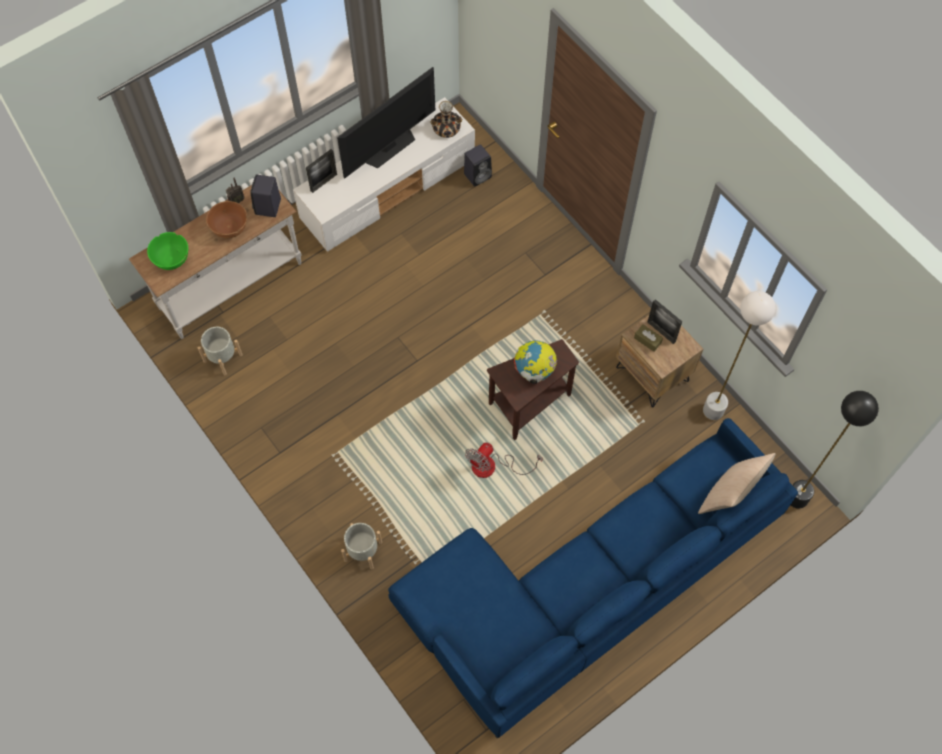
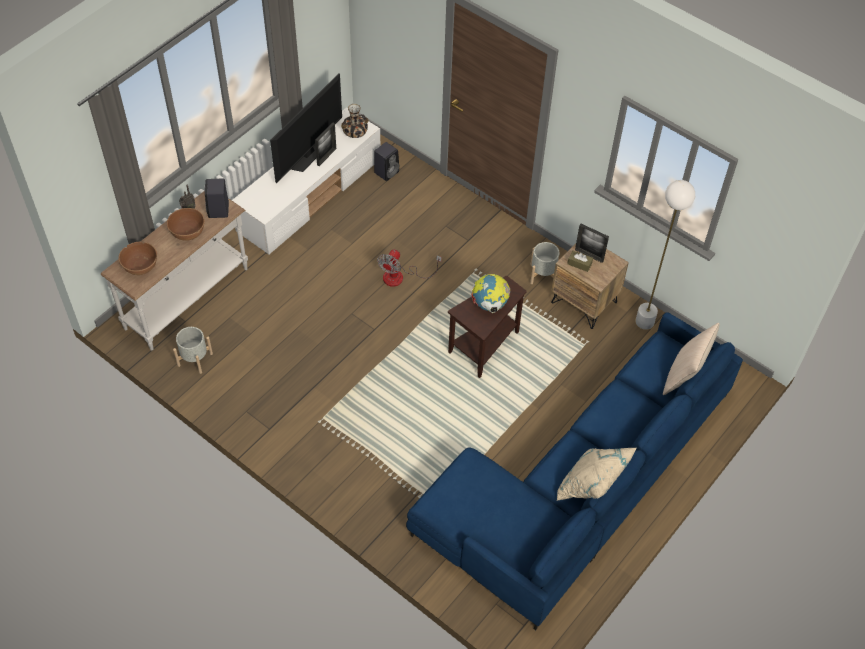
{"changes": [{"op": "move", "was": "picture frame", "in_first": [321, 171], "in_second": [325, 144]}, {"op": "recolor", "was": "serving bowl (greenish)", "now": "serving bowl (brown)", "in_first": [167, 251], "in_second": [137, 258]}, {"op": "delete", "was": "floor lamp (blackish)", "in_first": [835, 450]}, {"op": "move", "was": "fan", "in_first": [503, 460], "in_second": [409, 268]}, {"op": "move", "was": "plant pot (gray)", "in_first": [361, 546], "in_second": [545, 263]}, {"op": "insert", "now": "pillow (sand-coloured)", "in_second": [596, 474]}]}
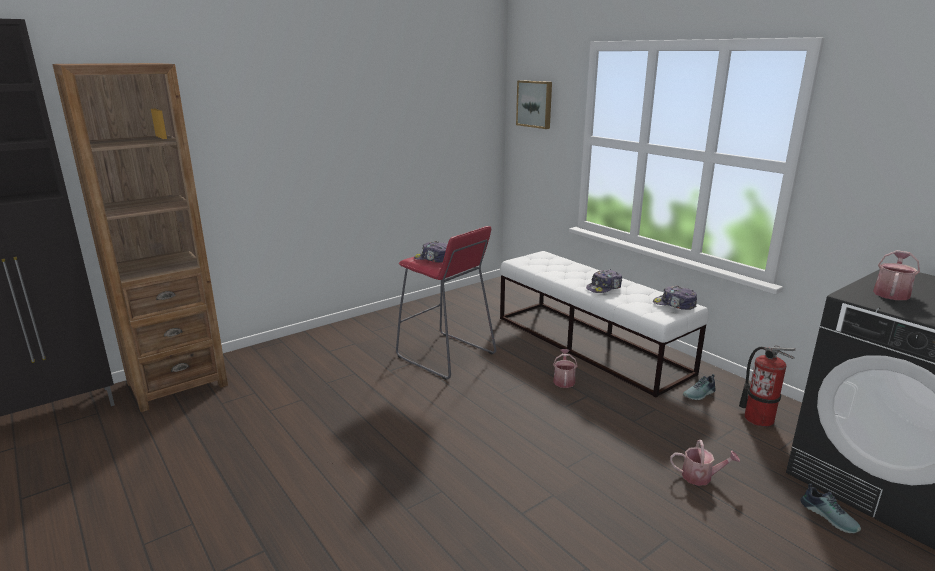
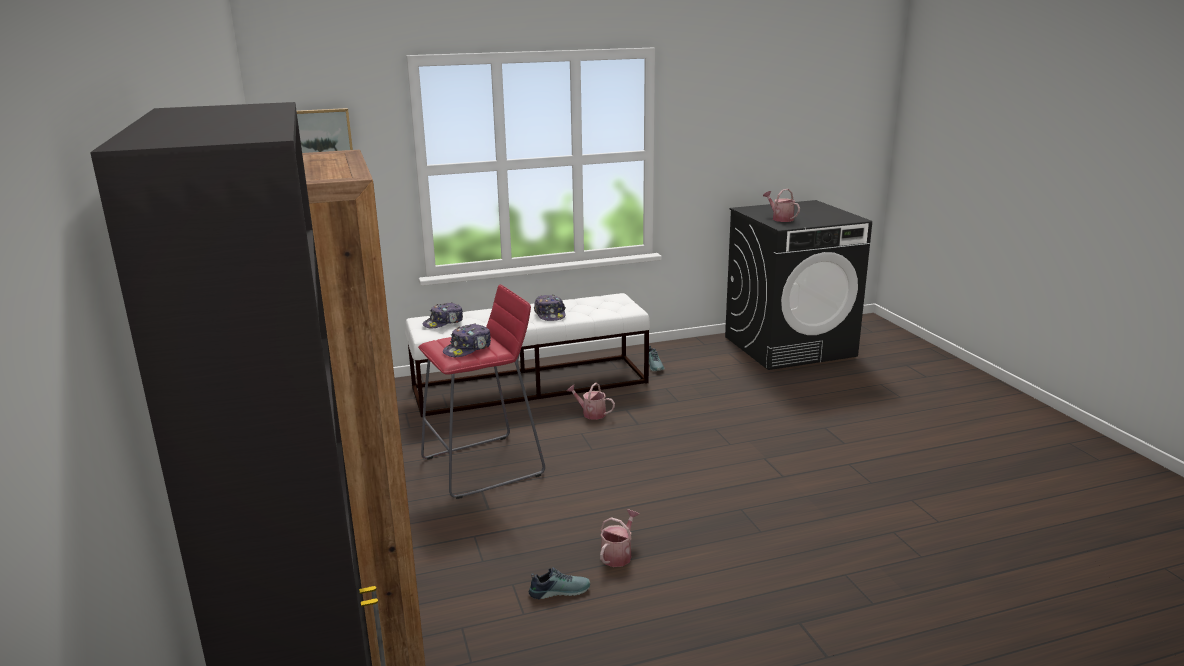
{"changes": [{"op": "move", "was": "cap", "in_first": [675, 298], "in_second": [443, 315]}, {"op": "delete", "was": "fire extinguisher", "in_first": [767, 386]}, {"op": "move", "was": "watering pot", "in_first": [705, 463], "in_second": [619, 538]}, {"op": "move", "was": "shoe", "in_first": [830, 508], "in_second": [559, 583]}]}
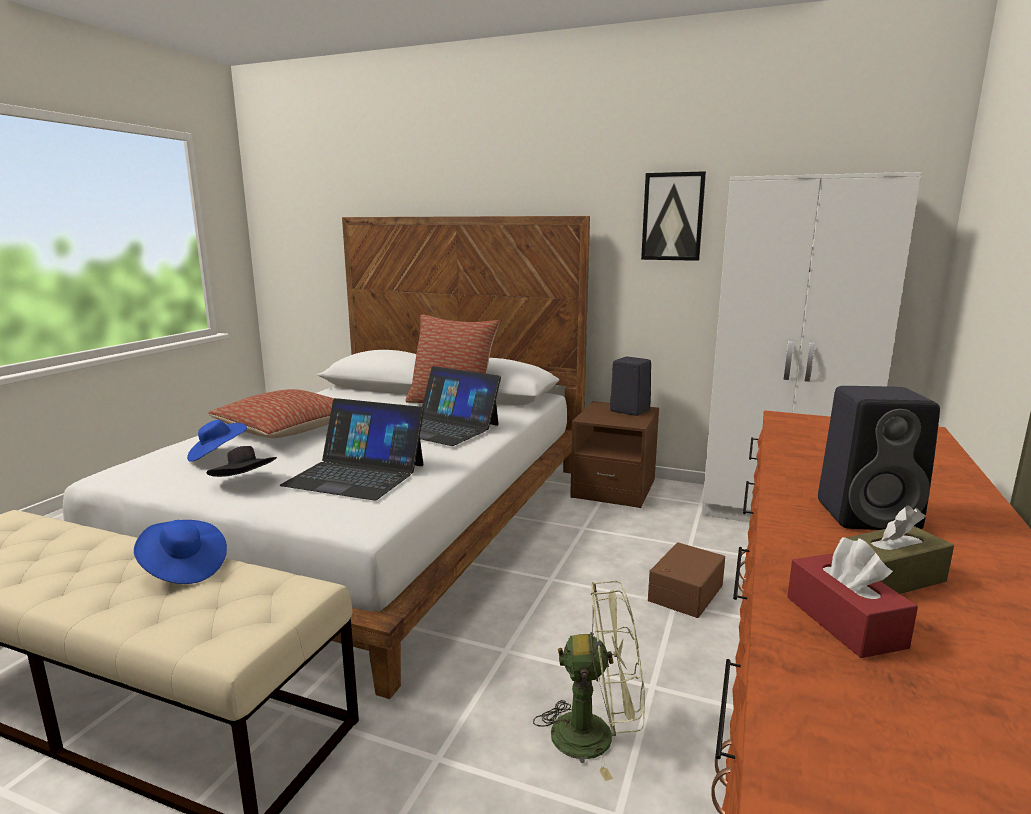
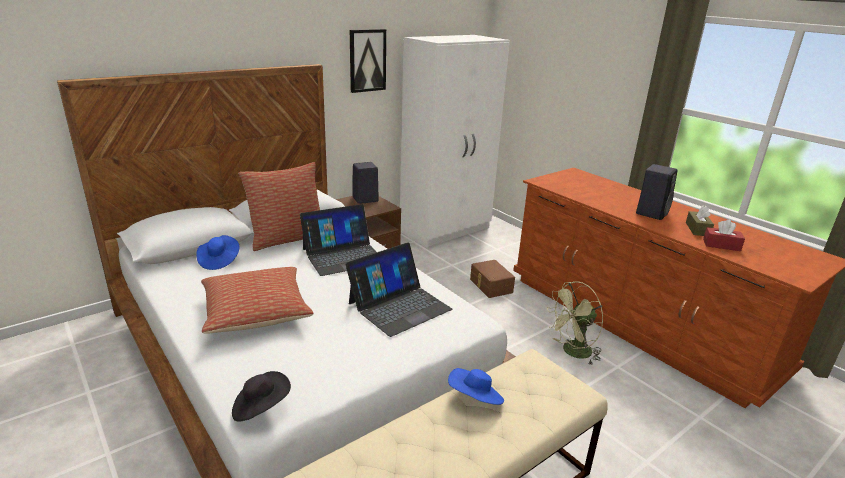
{"changes": [{"op": "move", "was": "hat (bluish)", "in_first": [217, 441], "in_second": [217, 252]}, {"op": "move", "was": "hat (blackish)", "in_first": [241, 461], "in_second": [261, 396]}, {"op": "rotate", "was": "fan (greenish)", "in_first": [589, 681], "in_second": [575, 323], "clockwise": -150}]}
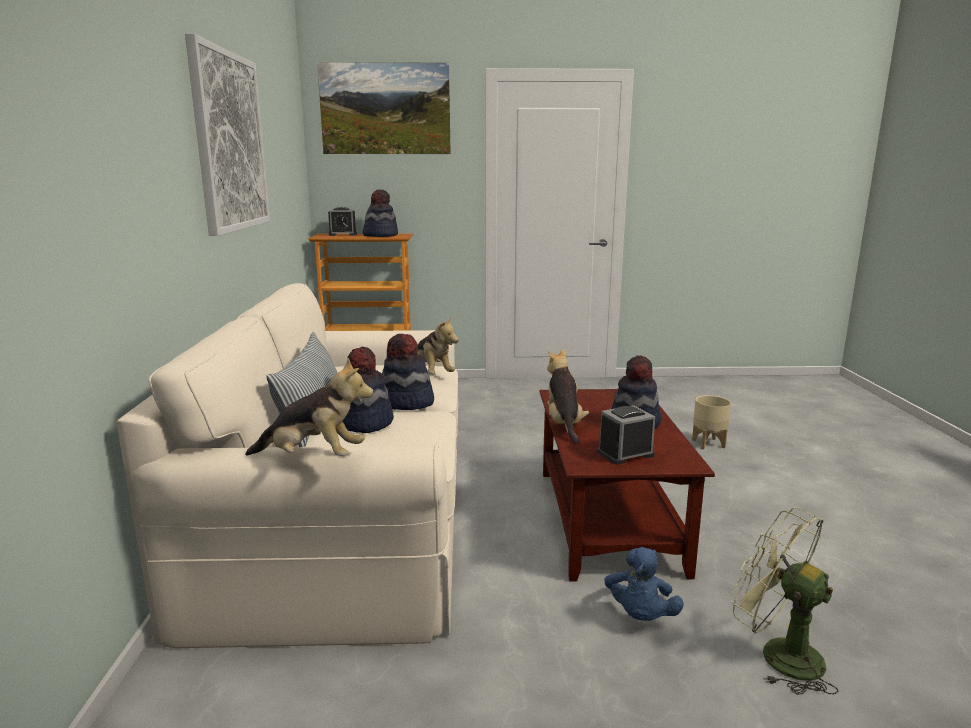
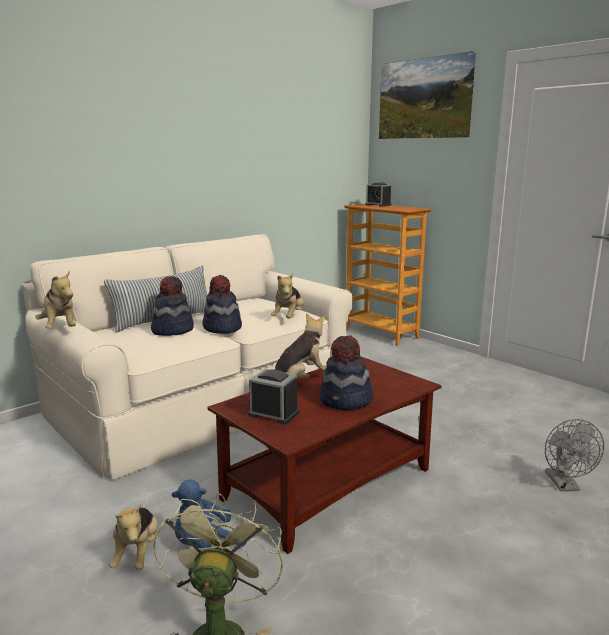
{"changes": [{"op": "delete", "was": "picture", "in_first": [227, 135]}, {"op": "delete", "was": "hat", "in_first": [380, 213]}, {"op": "replace", "was": "plant pot (sand-coloured)", "now": "fan (gray)", "in_first": [711, 422], "in_second": [574, 455]}, {"op": "insert", "now": "soft toy", "in_second": [133, 536]}]}
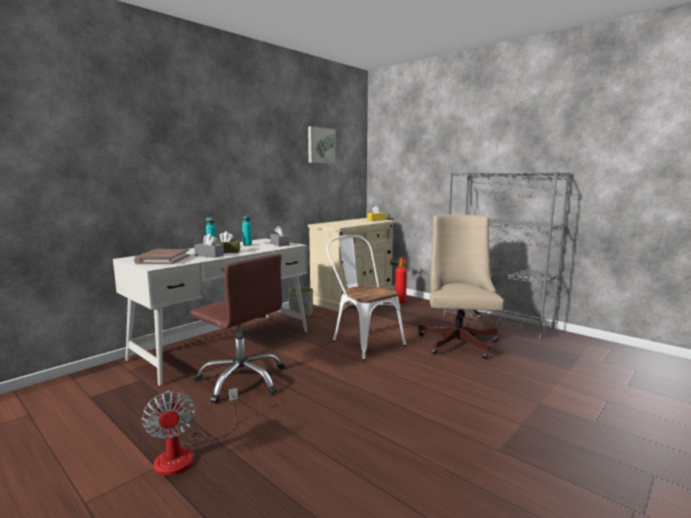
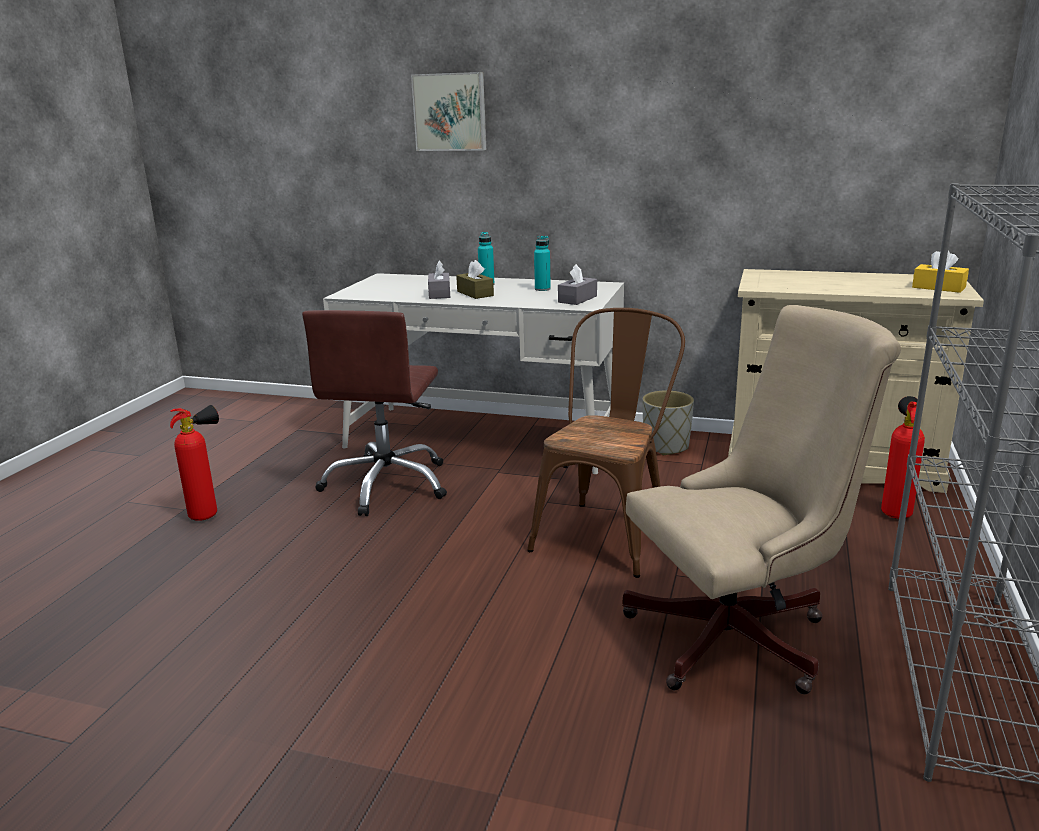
{"changes": [{"op": "move", "was": "picture", "in_first": [322, 144], "in_second": [448, 111]}, {"op": "recolor", "was": "chair (white-coloured)", "now": "chair (brown)", "in_first": [367, 298], "in_second": [606, 443]}, {"op": "delete", "was": "book (brown)", "in_first": [162, 256]}, {"op": "replace", "was": "fan", "now": "fire extinguisher", "in_first": [189, 432], "in_second": [194, 463]}]}
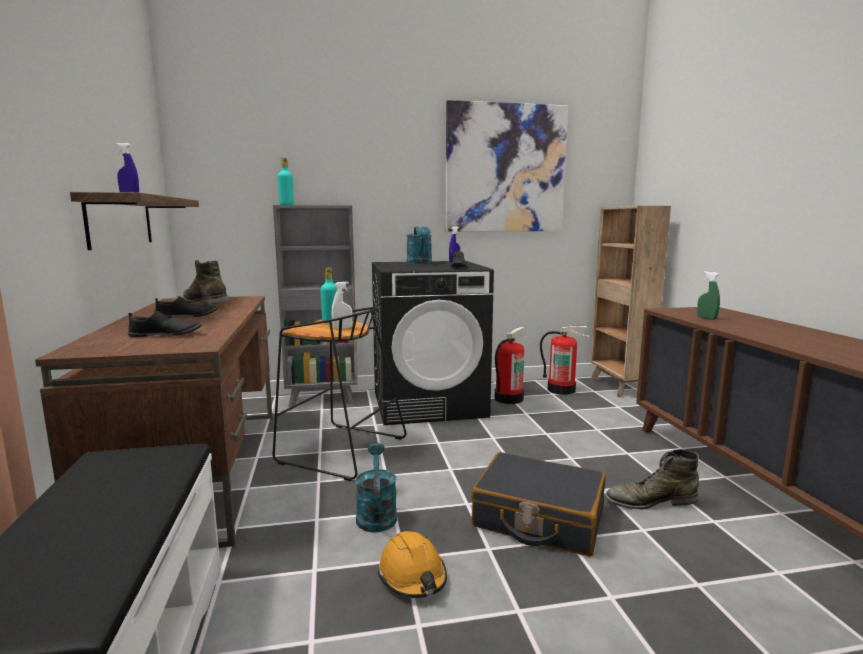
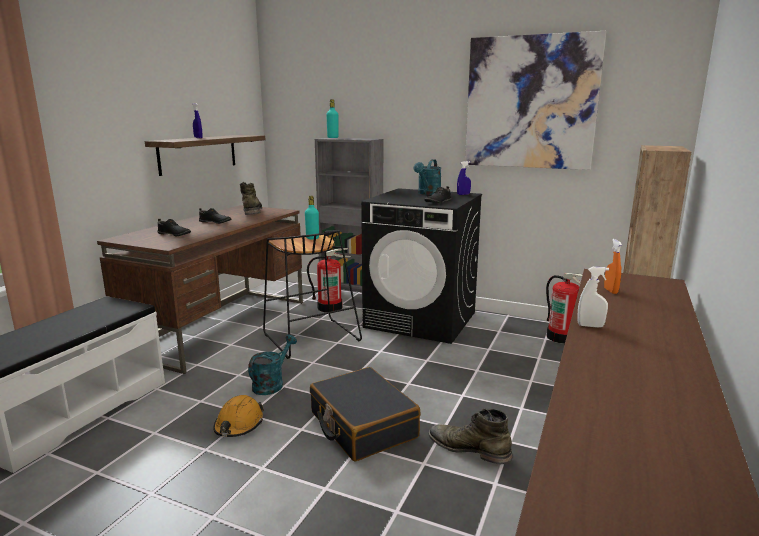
{"changes": [{"op": "recolor", "was": "spray bottle (greenish)", "now": "spray bottle (orangey)", "in_first": [708, 295], "in_second": [613, 266]}, {"op": "move", "was": "spray bottle (white-coloured)", "in_first": [342, 305], "in_second": [593, 297]}, {"op": "move", "was": "fire extinguisher", "in_first": [511, 365], "in_second": [329, 280]}]}
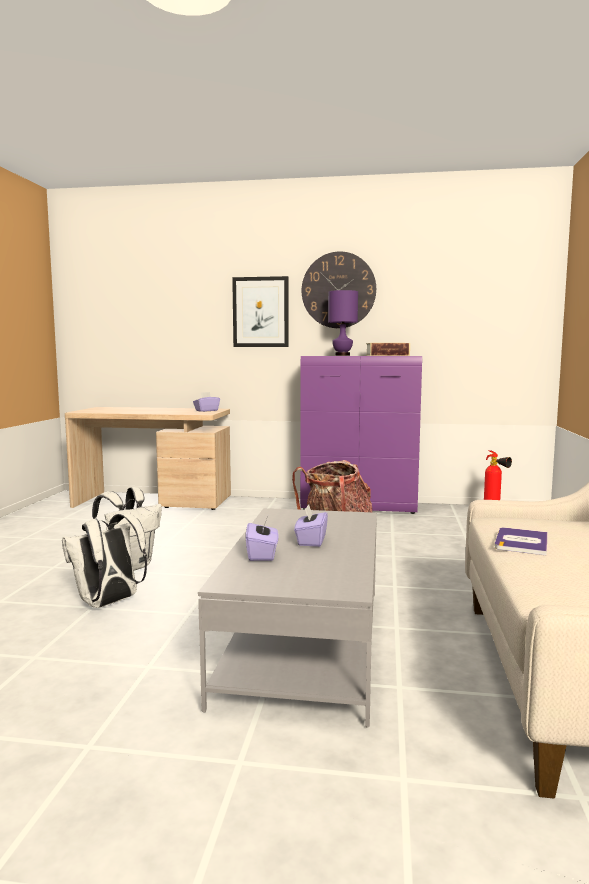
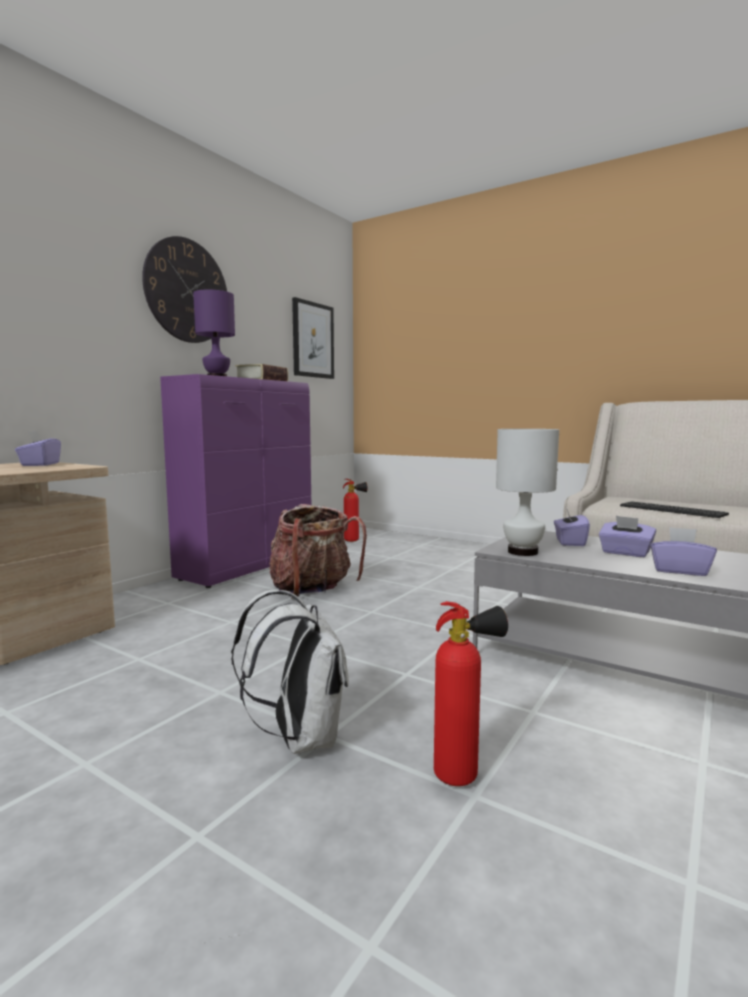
{"changes": [{"op": "move", "was": "picture", "in_first": [260, 311], "in_second": [313, 338]}, {"op": "replace", "was": "backpack (white-coloured)", "now": "fire extinguisher", "in_first": [104, 561], "in_second": [471, 693]}, {"op": "replace", "was": "book", "now": "computer keyboard", "in_first": [521, 542], "in_second": [674, 510]}, {"op": "insert", "now": "lamp for a table (white-coloured)", "in_second": [527, 492]}, {"op": "insert", "now": "box of tissues (purplish)", "in_second": [572, 527]}]}
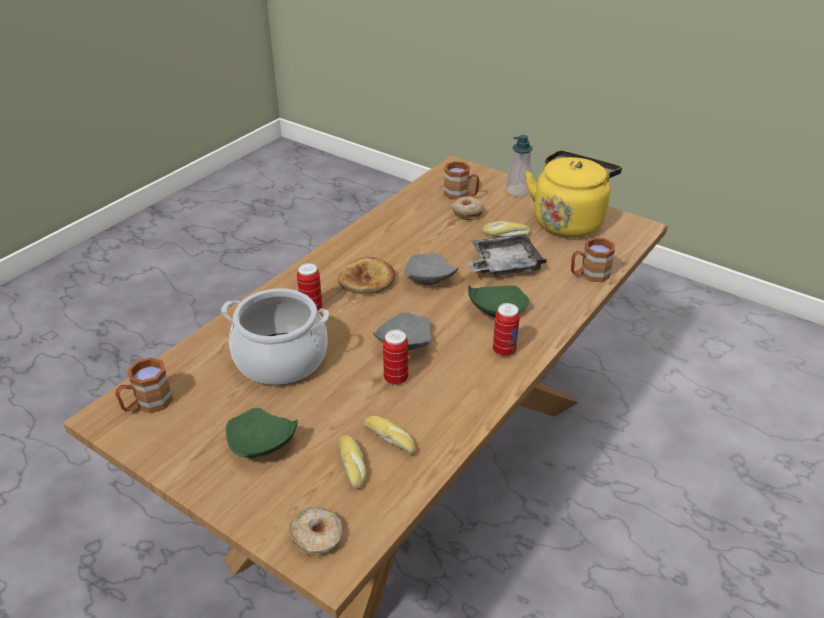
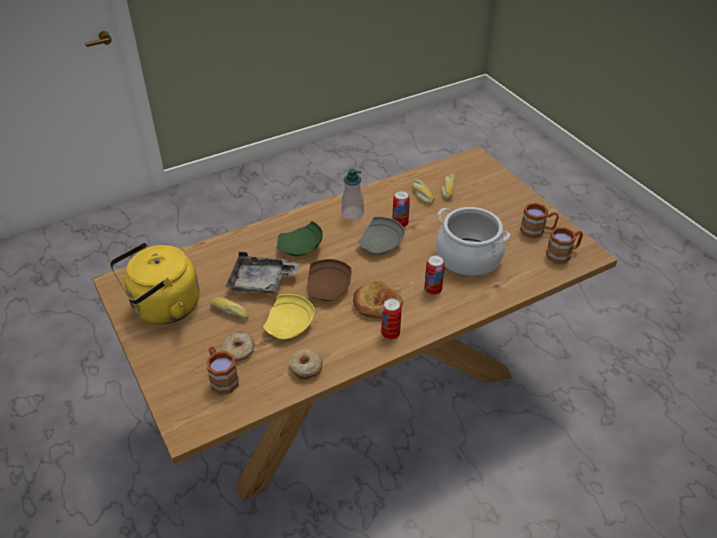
{"changes": [{"op": "move", "was": "soap bottle", "in_first": [519, 166], "in_second": [352, 194]}, {"op": "move", "was": "mug (brown)", "in_first": [593, 260], "in_second": [539, 220]}, {"op": "recolor", "was": "dinner plate (gray)", "now": "dinner plate (brown)", "in_first": [431, 269], "in_second": [329, 280]}, {"op": "move", "was": "can", "in_first": [506, 330], "in_second": [391, 318]}, {"op": "delete", "was": "dinner plate (greenish)", "in_first": [262, 433]}, {"op": "move", "was": "donut", "in_first": [316, 531], "in_second": [306, 364]}, {"op": "insert", "now": "dinner plate (yellowish)", "in_second": [289, 316]}]}
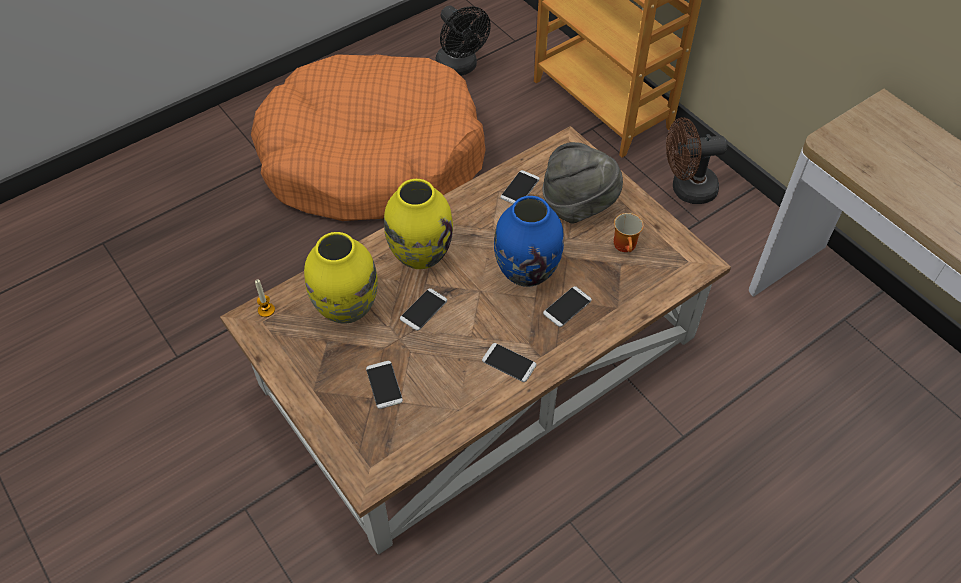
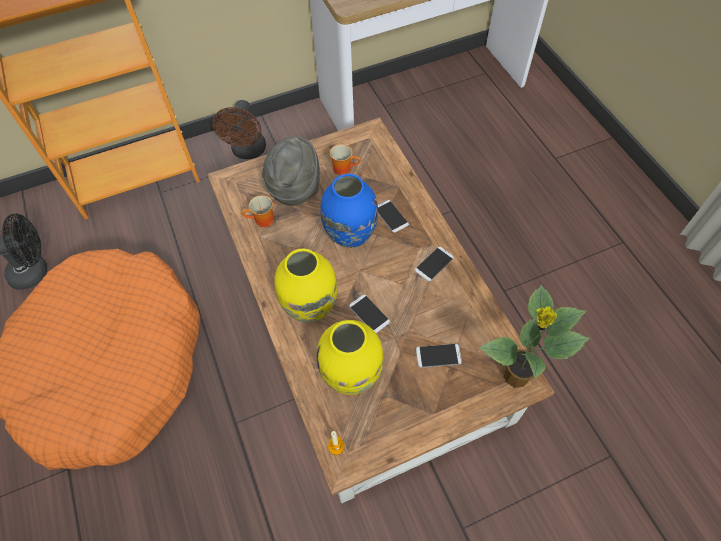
{"changes": [{"op": "replace", "was": "phone", "now": "mug", "in_first": [520, 187], "in_second": [258, 211]}, {"op": "insert", "now": "houseplant", "in_second": [534, 336]}]}
